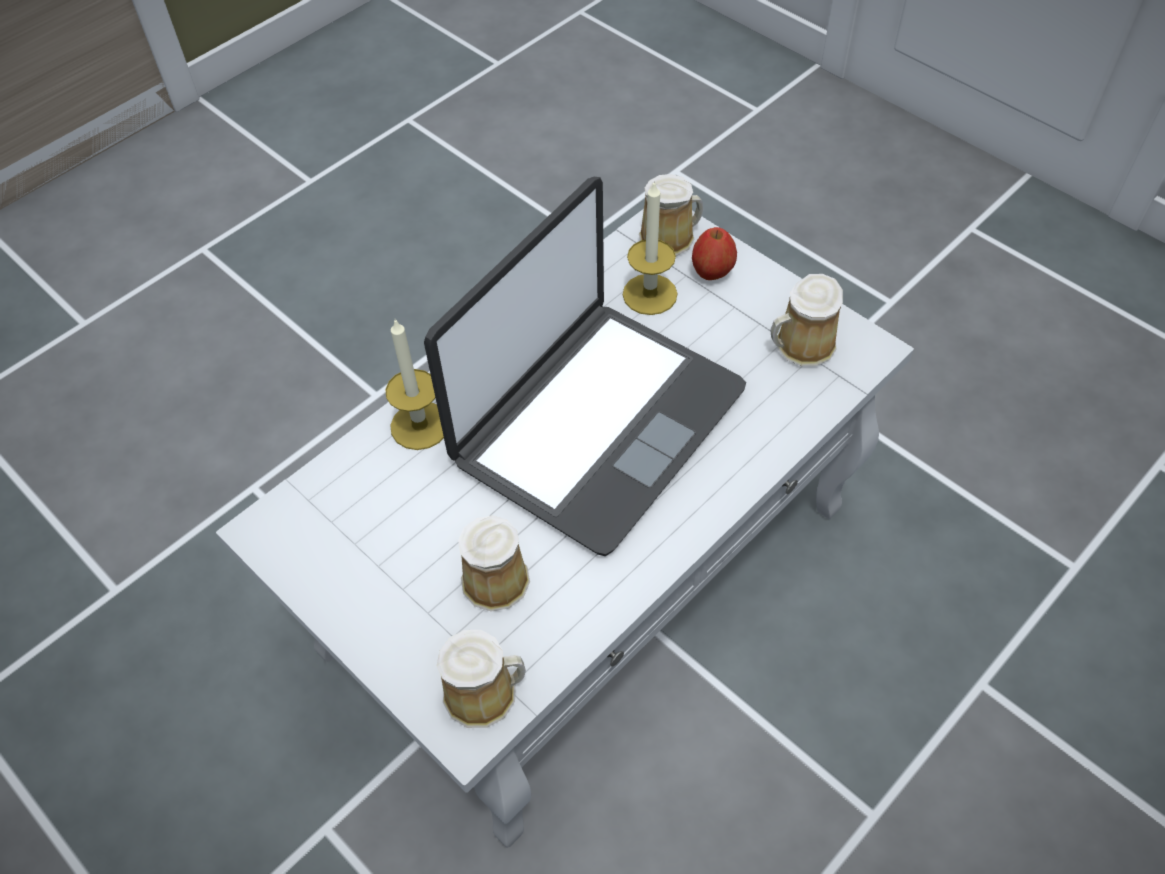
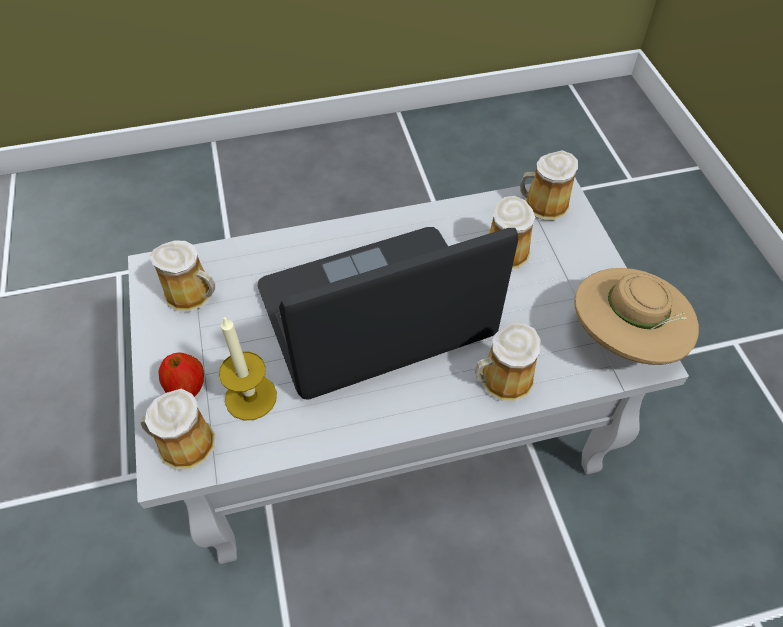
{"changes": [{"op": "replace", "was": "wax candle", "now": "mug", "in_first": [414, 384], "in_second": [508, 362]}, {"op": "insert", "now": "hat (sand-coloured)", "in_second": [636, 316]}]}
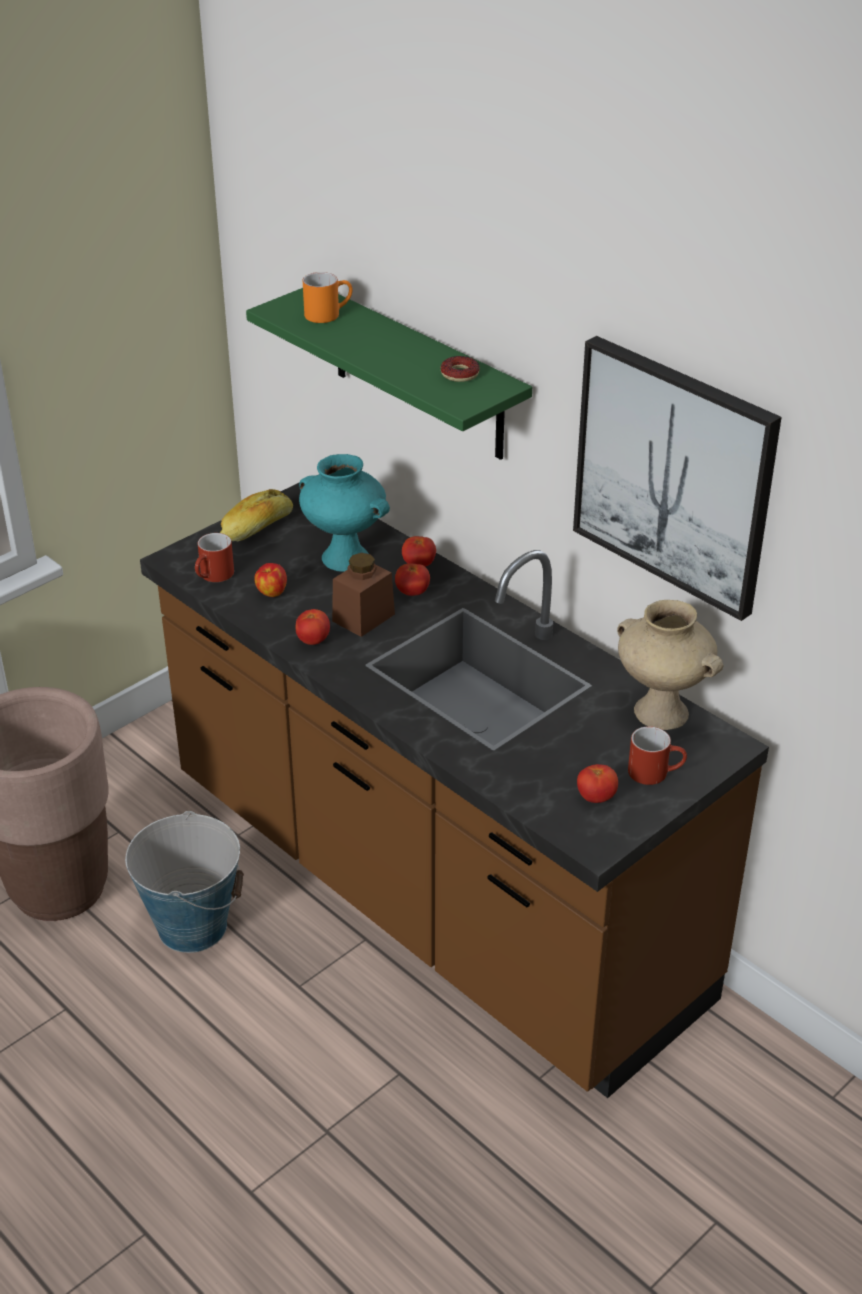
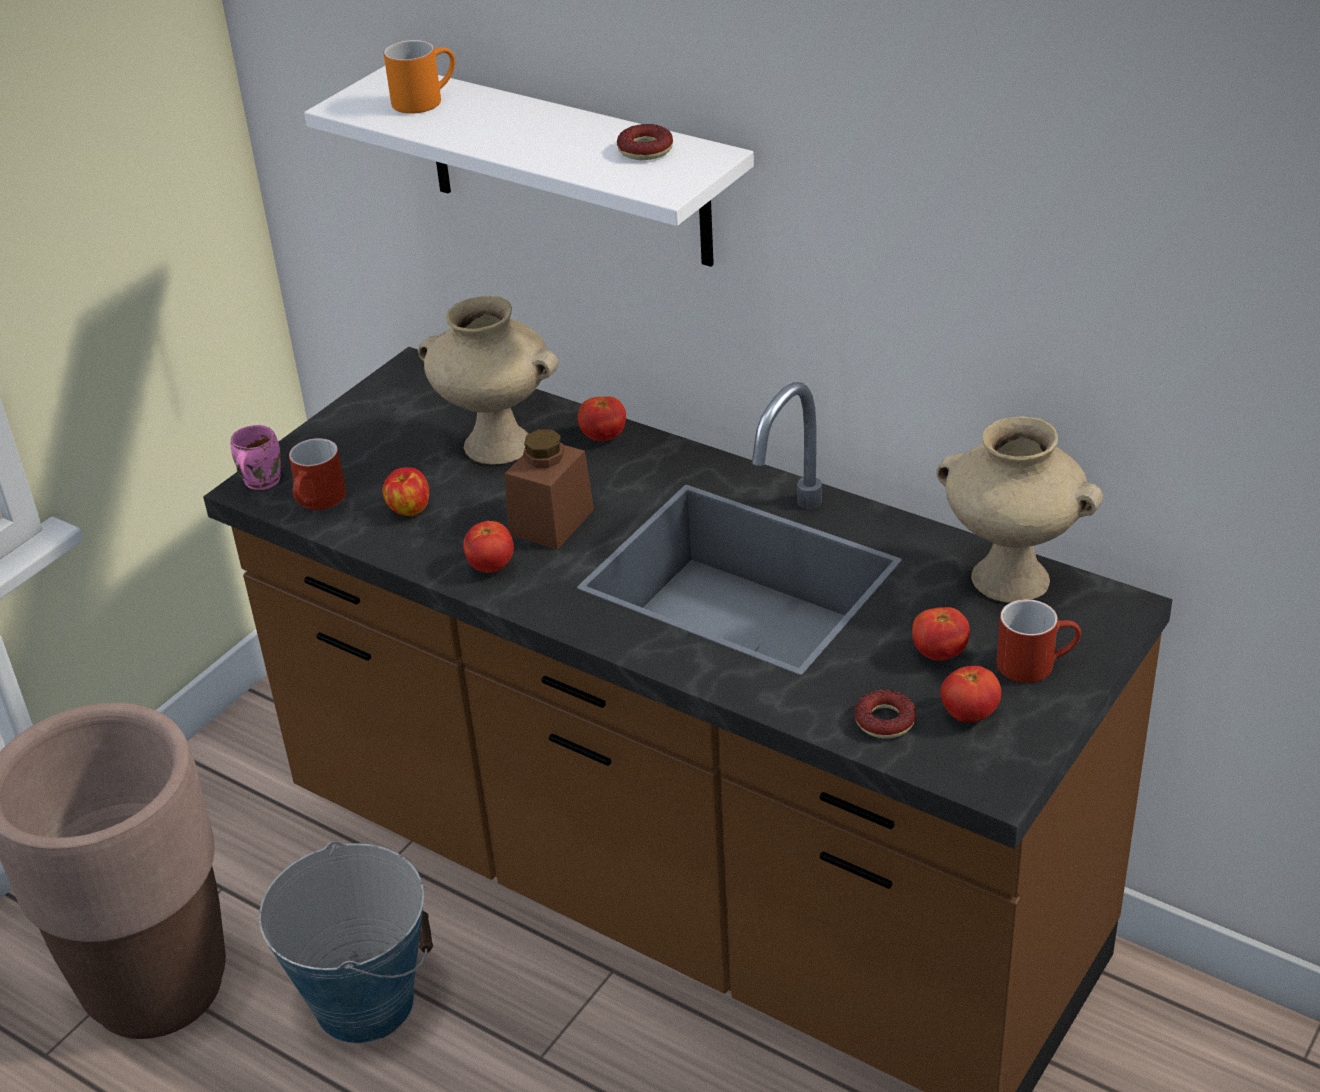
{"changes": [{"op": "recolor", "was": "bracket shelf (greenish)", "now": "bracket shelf (white-coloured)", "in_first": [389, 374], "in_second": [529, 166]}, {"op": "delete", "was": "picture", "in_first": [677, 478]}, {"op": "recolor", "was": "decorative vase (turquoise-coloured)", "now": "decorative vase (sand-coloured)", "in_first": [344, 513], "in_second": [488, 380]}, {"op": "delete", "was": "baked bread", "in_first": [256, 515]}, {"op": "move", "was": "tomato", "in_first": [412, 580], "in_second": [941, 634]}, {"op": "insert", "now": "mug (pink-coloured)", "in_second": [256, 457]}, {"op": "insert", "now": "donut", "in_second": [885, 713]}]}
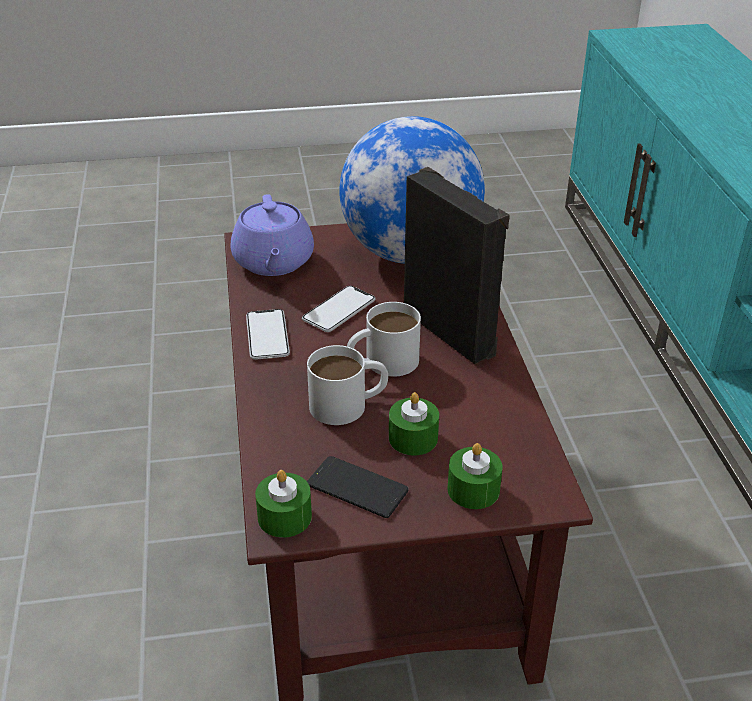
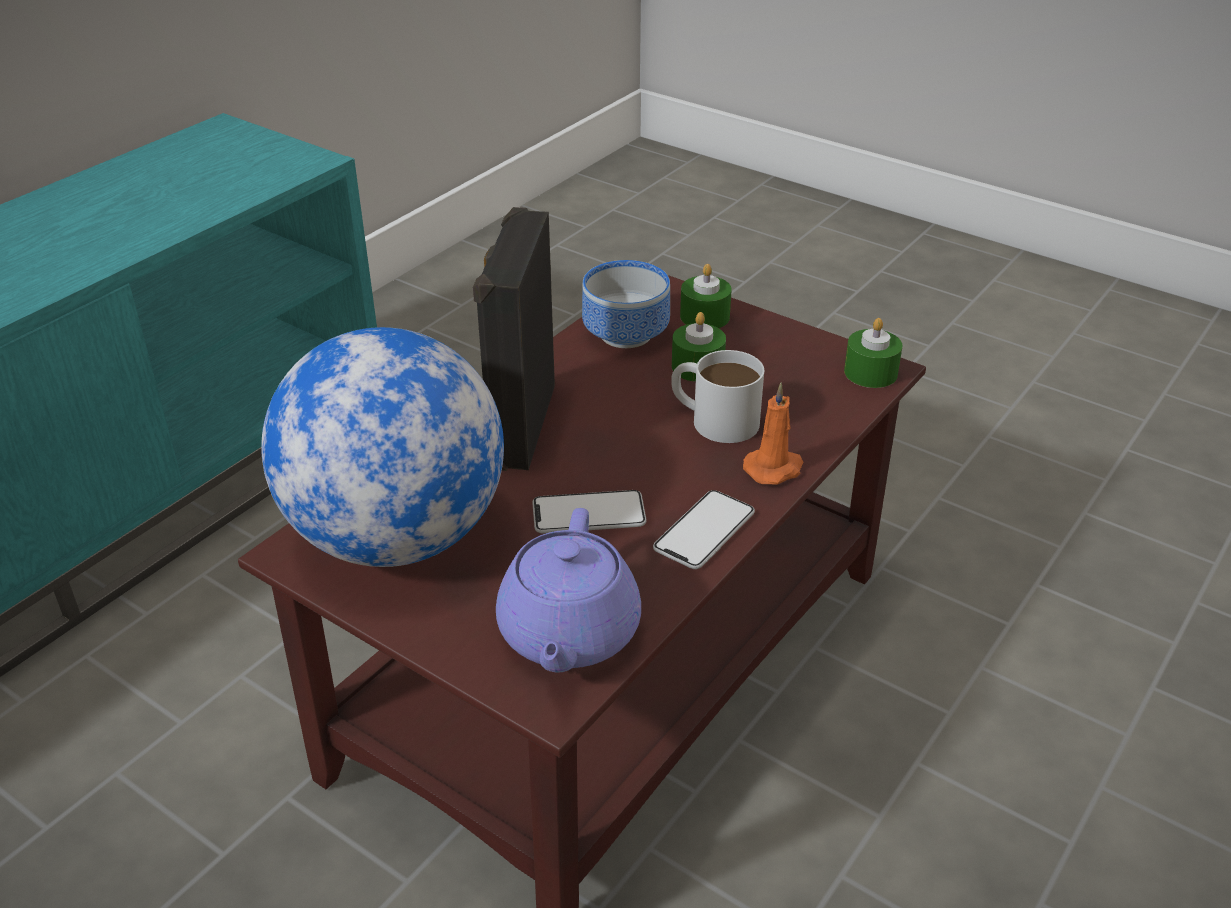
{"changes": [{"op": "rotate", "was": "tea pot (purplish)", "in_first": [272, 235], "in_second": [568, 590], "clockwise": 150}, {"op": "delete", "was": "mug (white-coloured)", "in_first": [384, 339]}, {"op": "delete", "was": "phone", "in_first": [357, 487]}, {"op": "insert", "now": "serving bowl", "in_second": [626, 304]}, {"op": "insert", "now": "wax candle (orangey)", "in_second": [773, 434]}]}
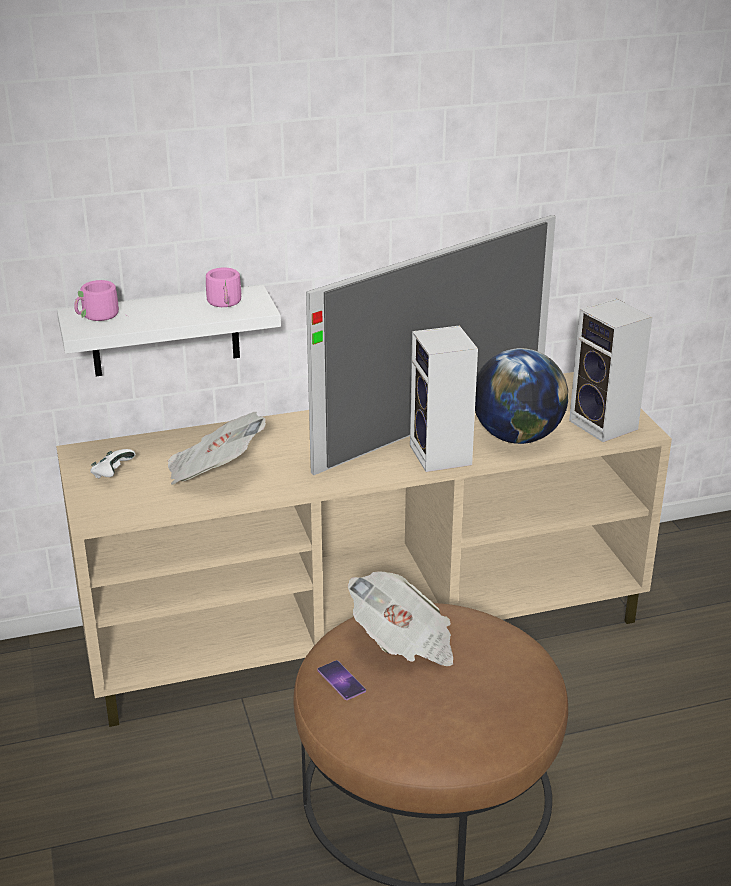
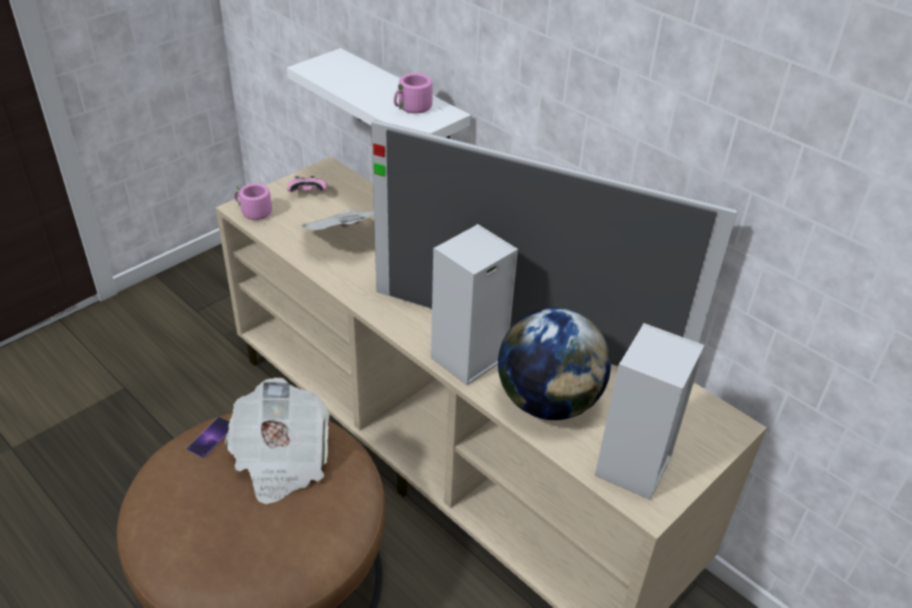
{"changes": [{"op": "move", "was": "mug (pink-coloured)", "in_first": [101, 300], "in_second": [253, 205]}, {"op": "recolor", "was": "gamepad (white-coloured)", "now": "gamepad (pink-coloured)", "in_first": [112, 463], "in_second": [307, 184]}]}
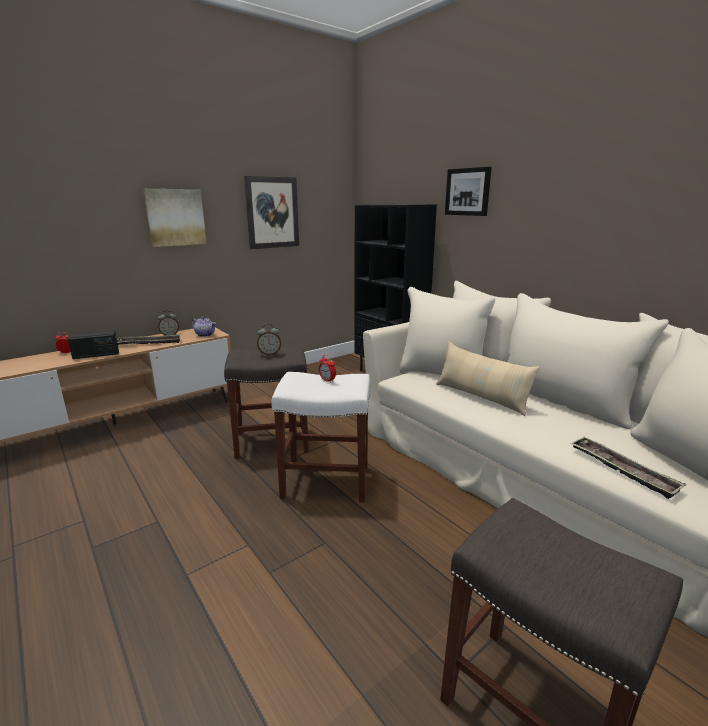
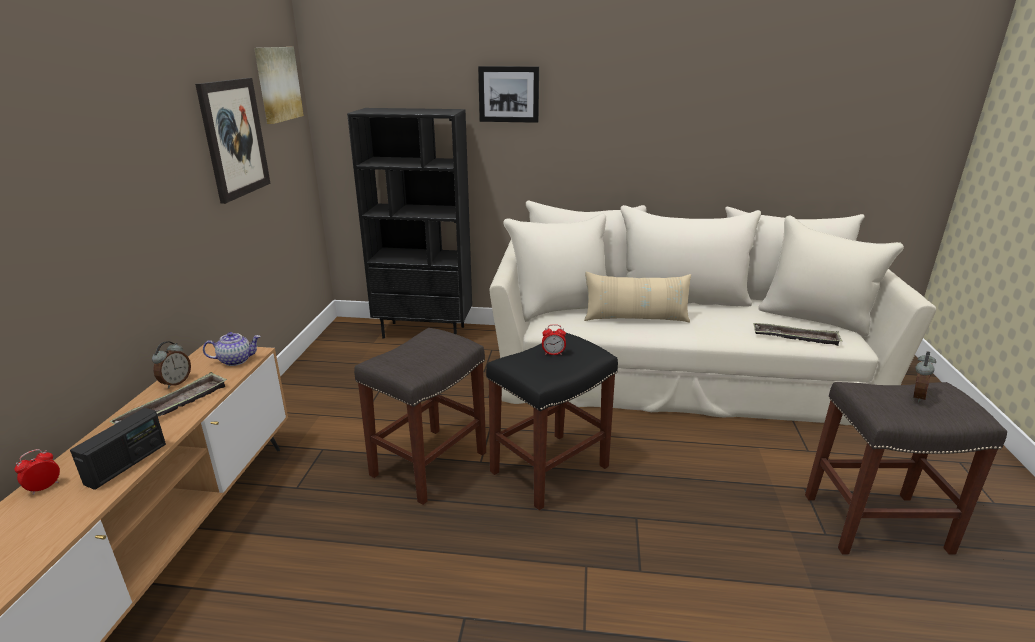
{"changes": [{"op": "move", "was": "picture", "in_first": [175, 218], "in_second": [279, 85]}, {"op": "move", "was": "table clock", "in_first": [269, 339], "in_second": [924, 377]}, {"op": "recolor", "was": "sitting stool (white-coloured)", "now": "sitting stool (blackish)", "in_first": [320, 437], "in_second": [552, 421]}]}
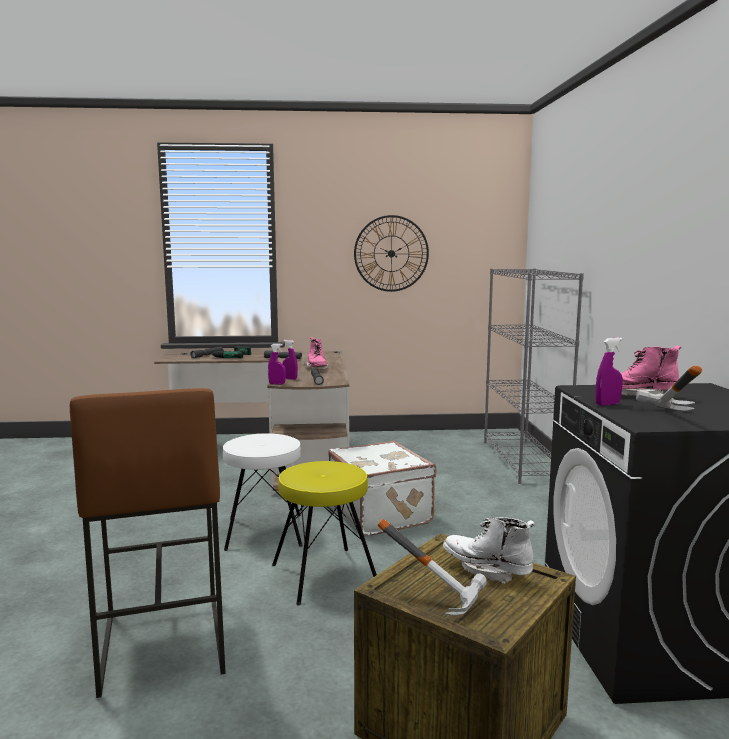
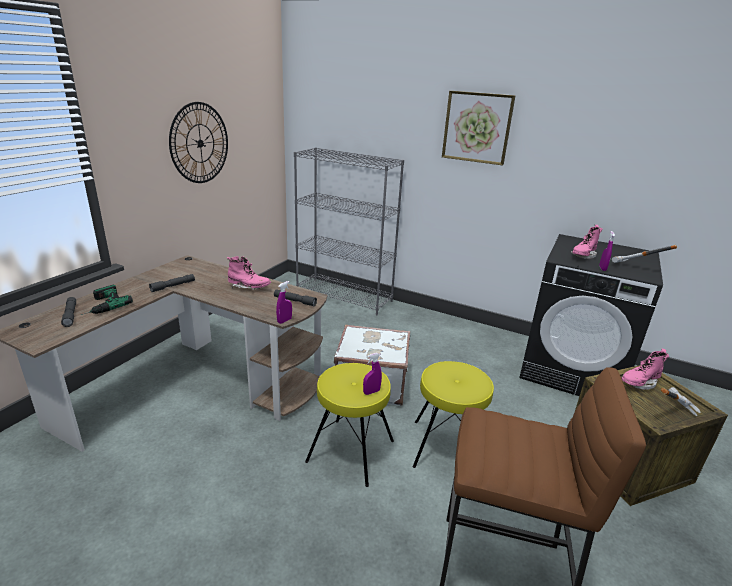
{"changes": [{"op": "move", "was": "spray bottle (purplish)", "in_first": [290, 360], "in_second": [372, 374]}, {"op": "recolor", "was": "sitting stool (white-coloured)", "now": "sitting stool (yellowish)", "in_first": [263, 492], "in_second": [349, 425]}, {"op": "recolor", "was": "boot (white-coloured)", "now": "boot (pink-coloured)", "in_first": [489, 550], "in_second": [645, 369]}, {"op": "insert", "now": "picture", "in_second": [479, 128]}]}
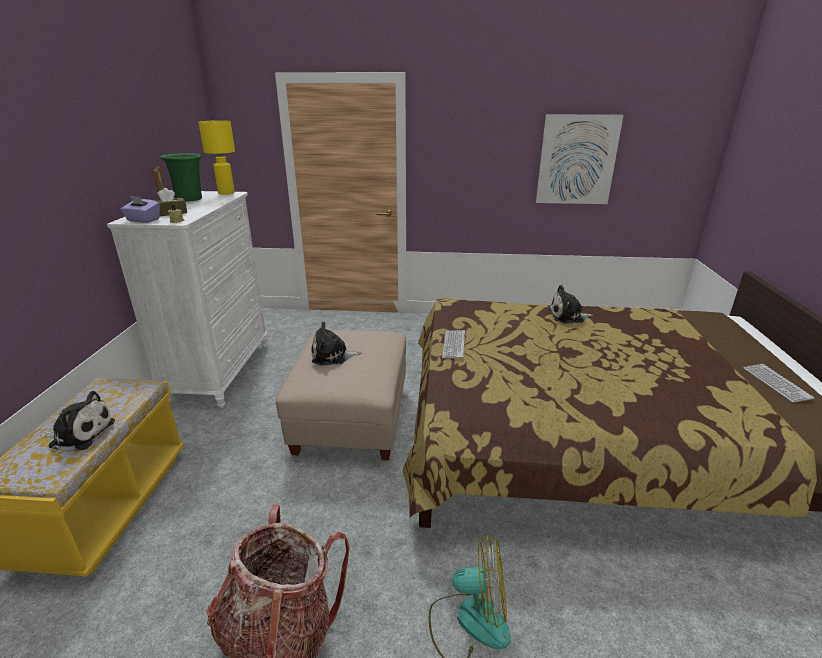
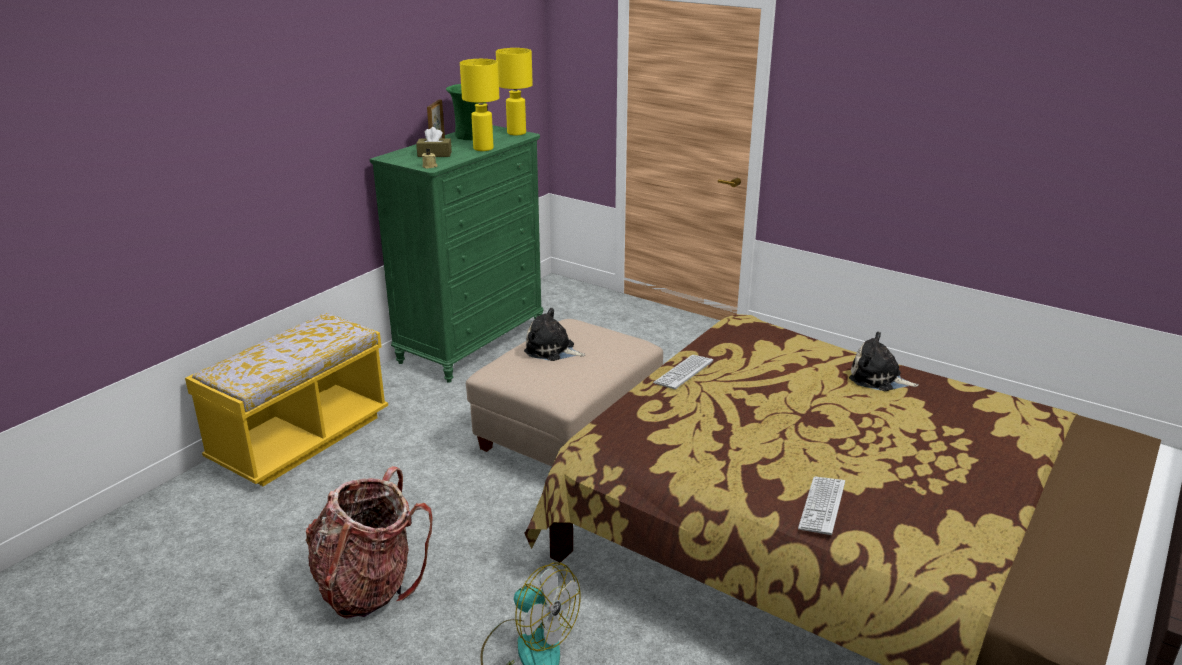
{"changes": [{"op": "delete", "was": "picture", "in_first": [580, 159]}, {"op": "recolor", "was": "chest of drawers (white-coloured)", "now": "chest of drawers (greenish)", "in_first": [187, 300], "in_second": [456, 253]}, {"op": "delete", "was": "box of tissues (purplish)", "in_first": [140, 209]}, {"op": "move", "was": "computer keyboard", "in_first": [778, 383], "in_second": [821, 506]}, {"op": "delete", "was": "soft toy", "in_first": [77, 421]}, {"op": "insert", "now": "lamp for a table (yellowish)", "in_second": [479, 105]}]}
